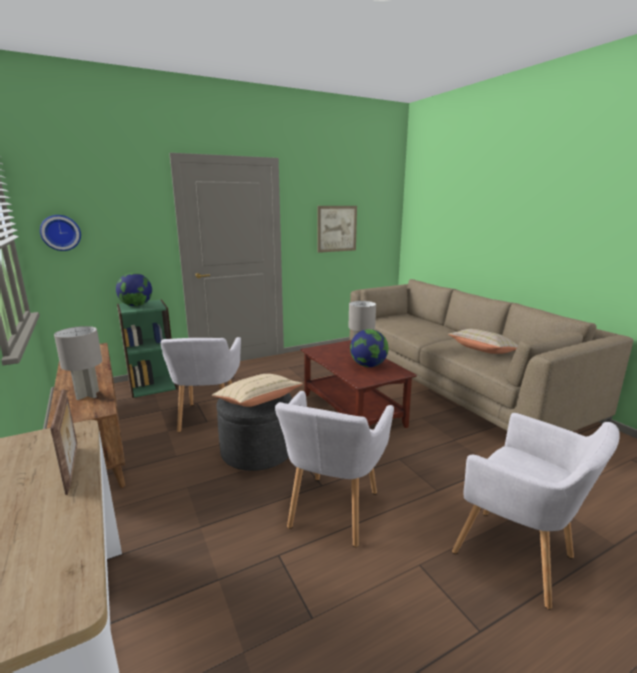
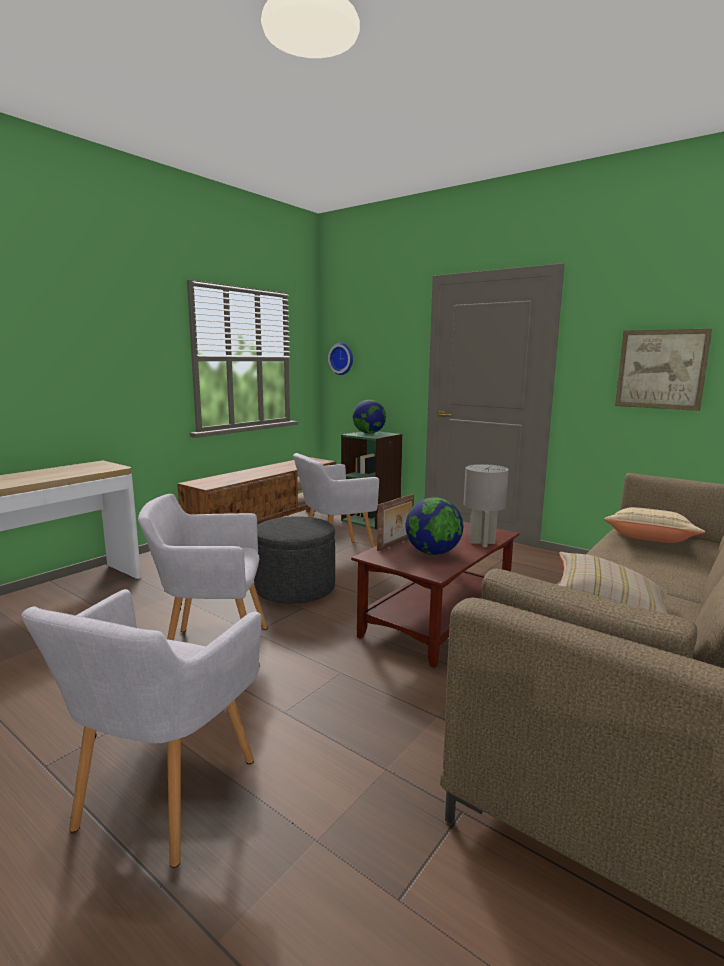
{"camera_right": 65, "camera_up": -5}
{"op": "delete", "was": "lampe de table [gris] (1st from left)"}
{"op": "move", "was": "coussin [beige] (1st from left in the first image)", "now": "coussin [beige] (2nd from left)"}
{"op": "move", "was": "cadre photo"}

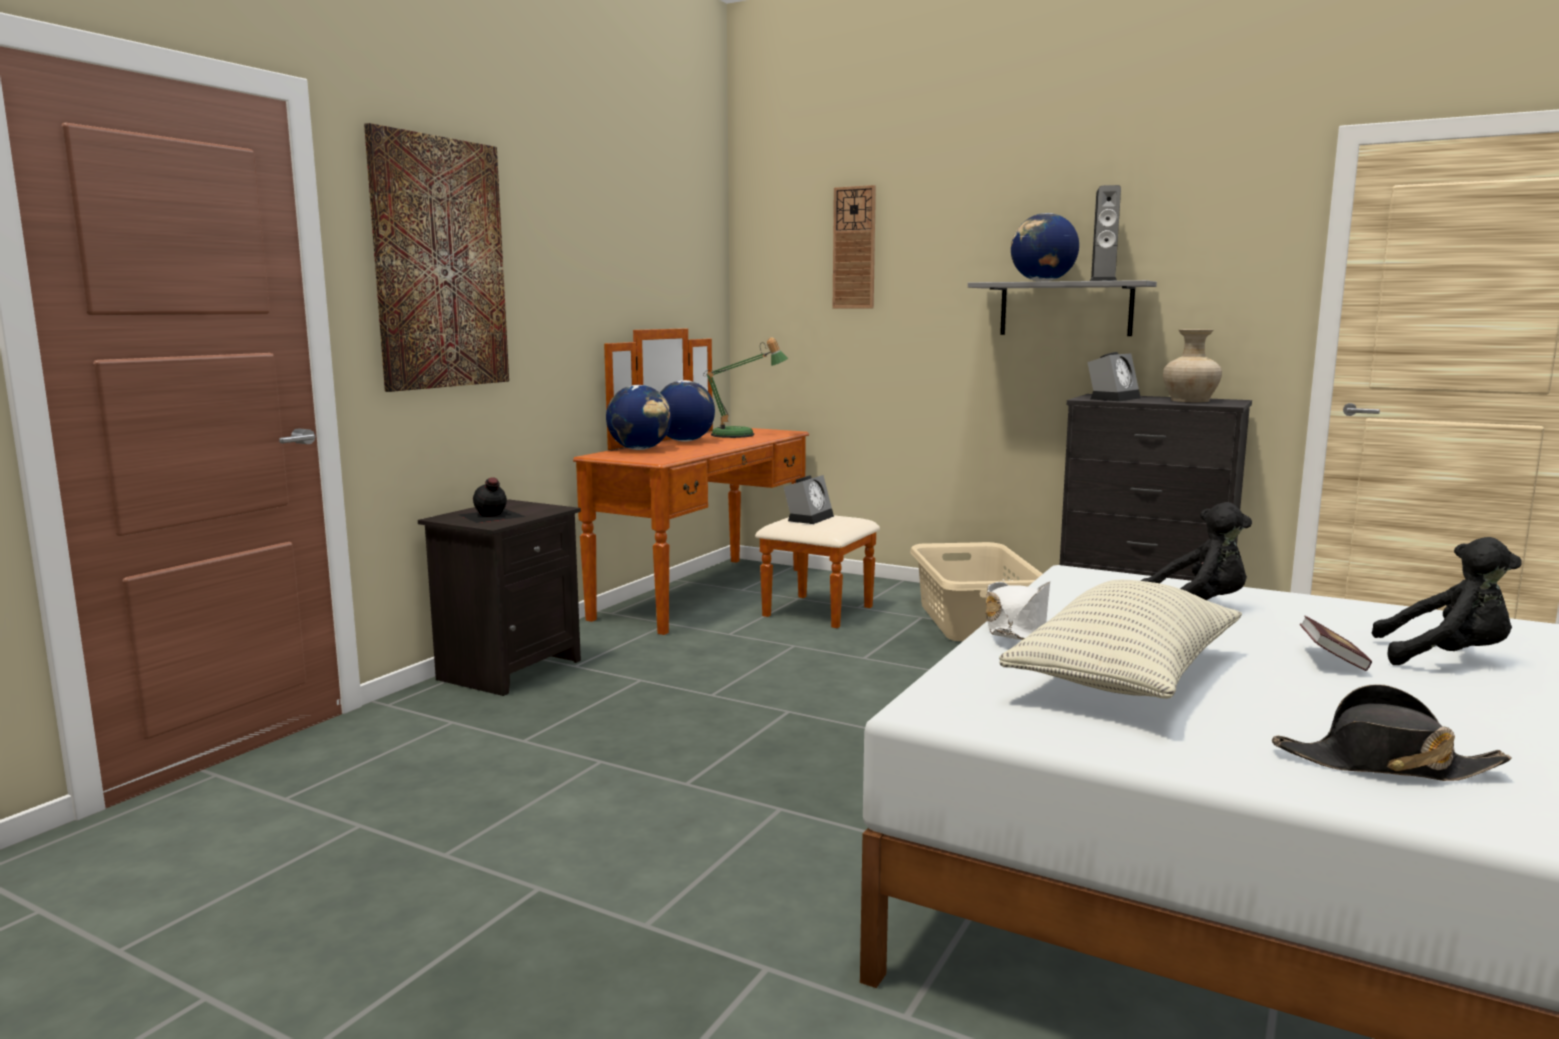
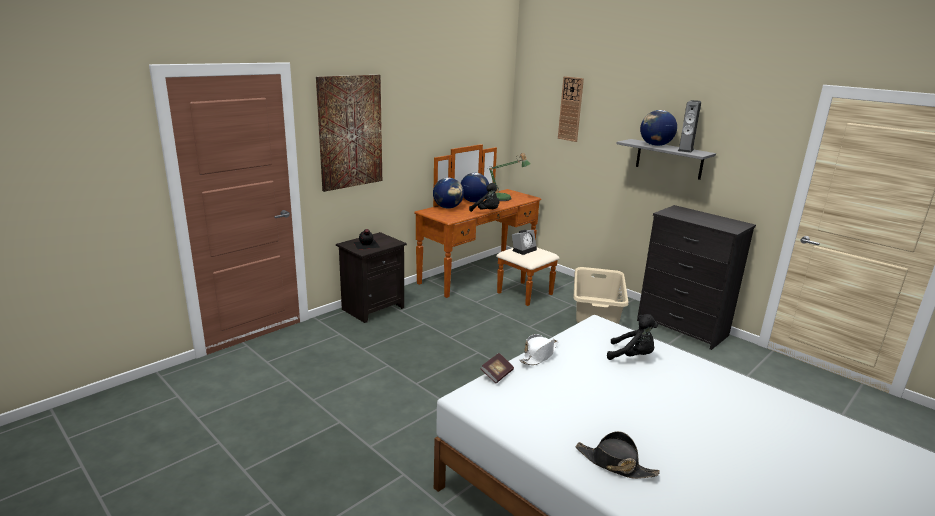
{"camera_right": 15, "camera_up": 10}
{"op": "delete", "was": "vase [beige]"}
{"op": "delete", "was": "réveil (2nd from left)"}
{"op": "move", "was": "peluche [noir] (2nd from left in the first image)", "now": "peluche [noir] (1st from left)"}
{"op": "delete", "was": "coussin"}
{"op": "move", "was": "livre"}

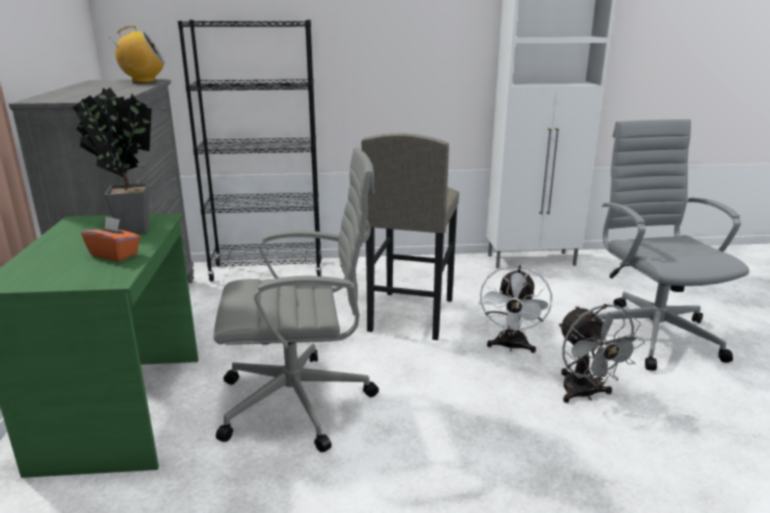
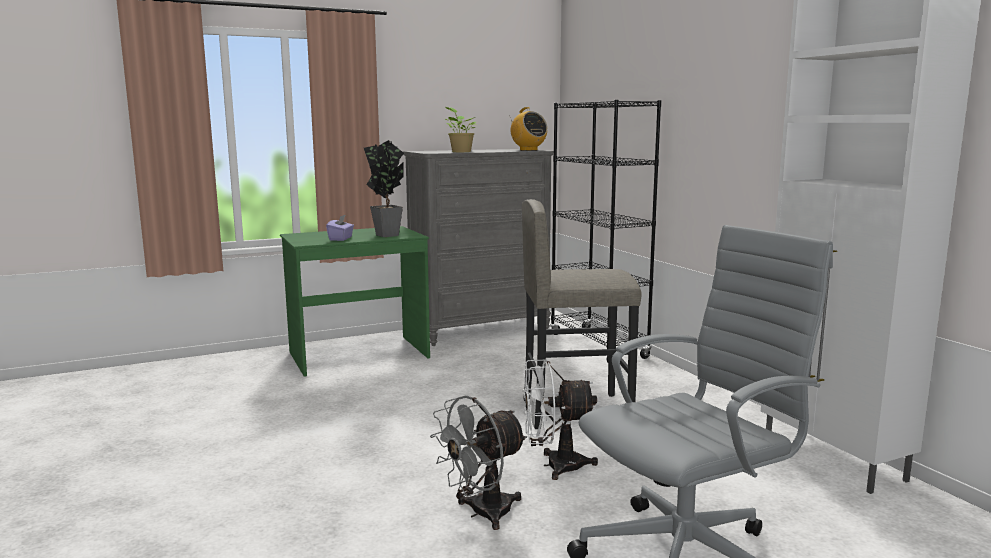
{"camera_right": 70, "camera_up": -10}
{"op": "delete", "was": "chaise de bureau [gris] (1st from left)"}
{"op": "recolor", "was": "boîte à mouchoirs [orange]", "now": "boîte à mouchoirs [violet]"}
{"op": "insert", "now": "plante en pot (2nd from left)"}

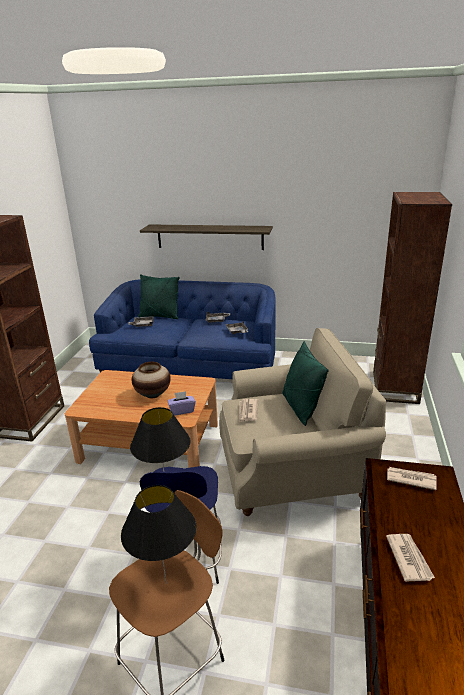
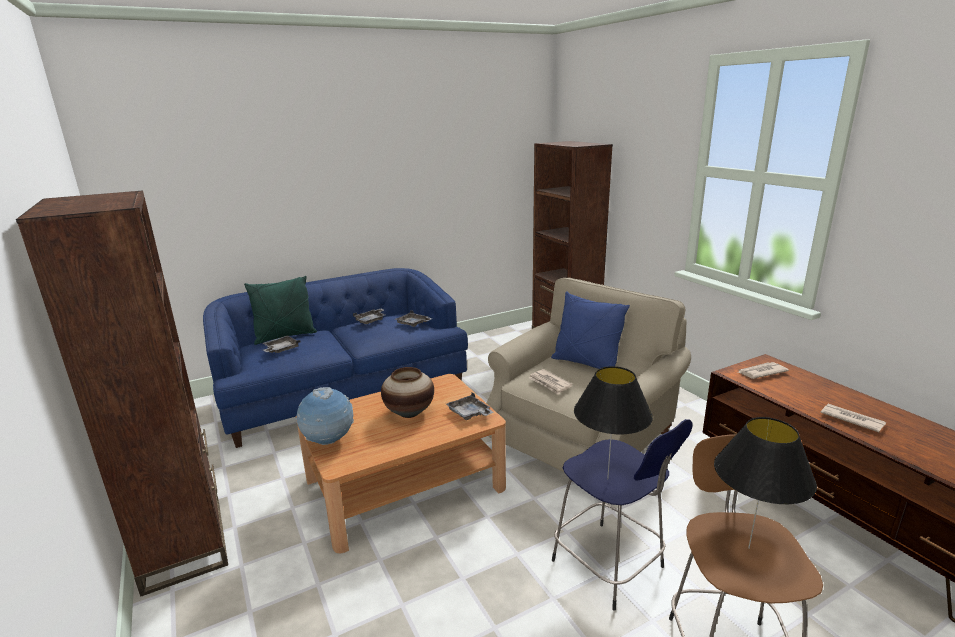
{"camera_right": -40, "camera_up": -5}
{"op": "delete", "was": "étagère"}
{"op": "recolor", "was": "coussin [vert] (2nd from left)", "now": "coussin [bleu]"}
{"op": "replace", "was": "boîte à mouchoirs [violet]", "now": "plateau [gris] (4th from left)"}
{"op": "insert", "now": "globe"}

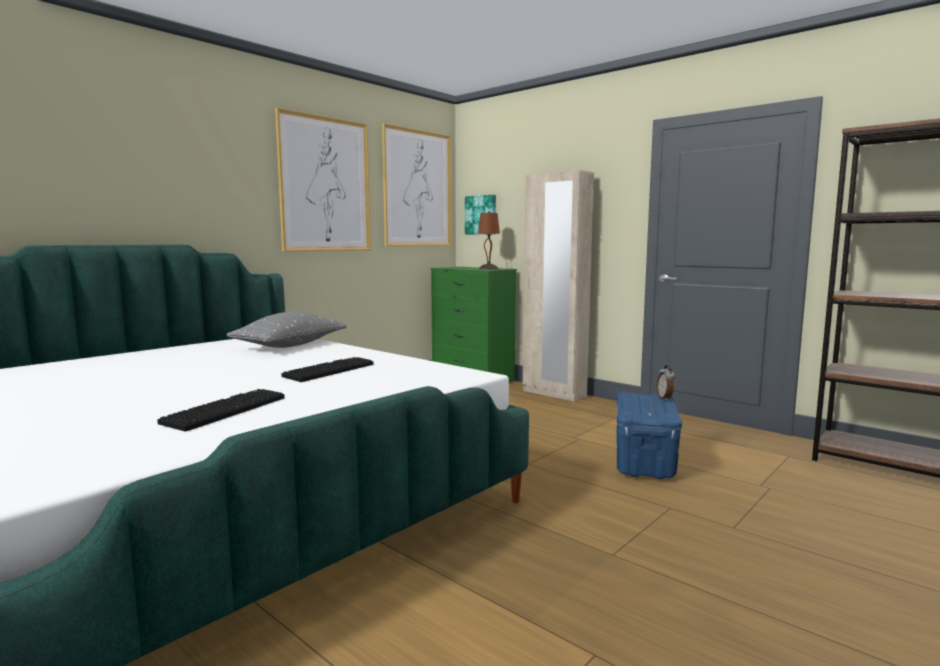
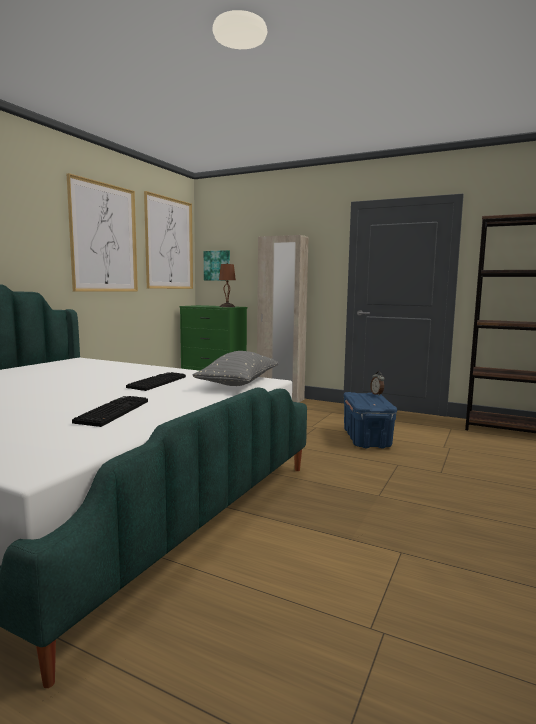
{"camera_right": -15, "camera_up": 0}
{"op": "move", "was": "coussin [gris]"}

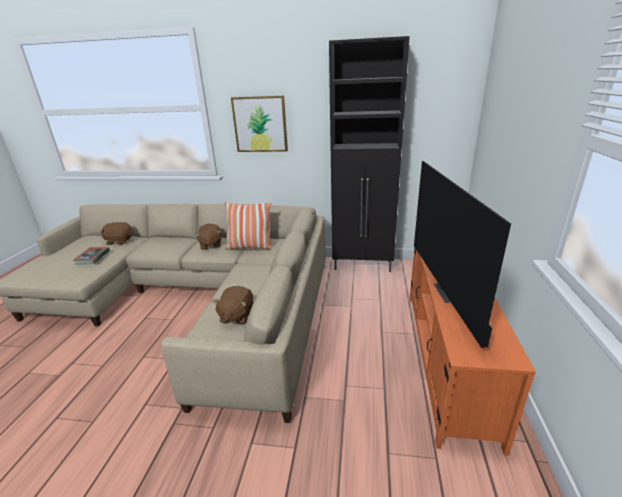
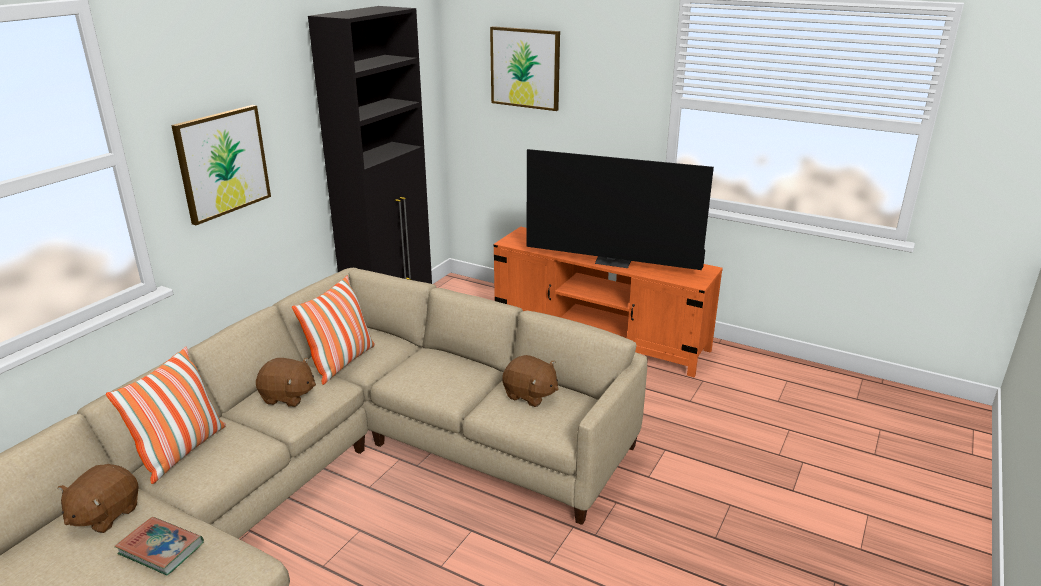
{"camera_right": -70, "camera_up": 0}
{"op": "insert", "now": "tableau (2nd from left)"}
{"op": "insert", "now": "coussin (1st from left)"}

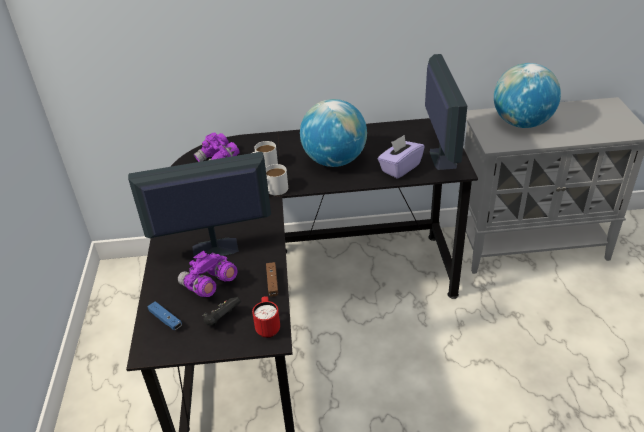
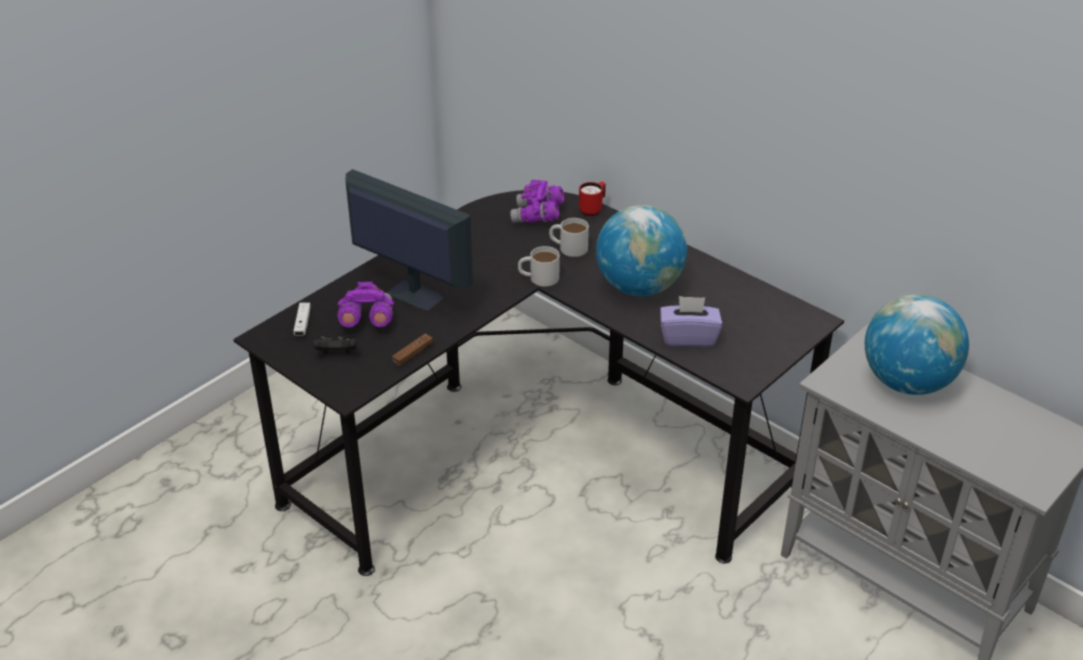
{"camera_right": 45, "camera_up": 0}
{"op": "delete", "was": "écran d'ordinateur (2nd from left)"}
{"op": "move", "was": "mug [rouge]"}
{"op": "recolor", "was": "manette [bleu]", "now": "manette [blanc]"}

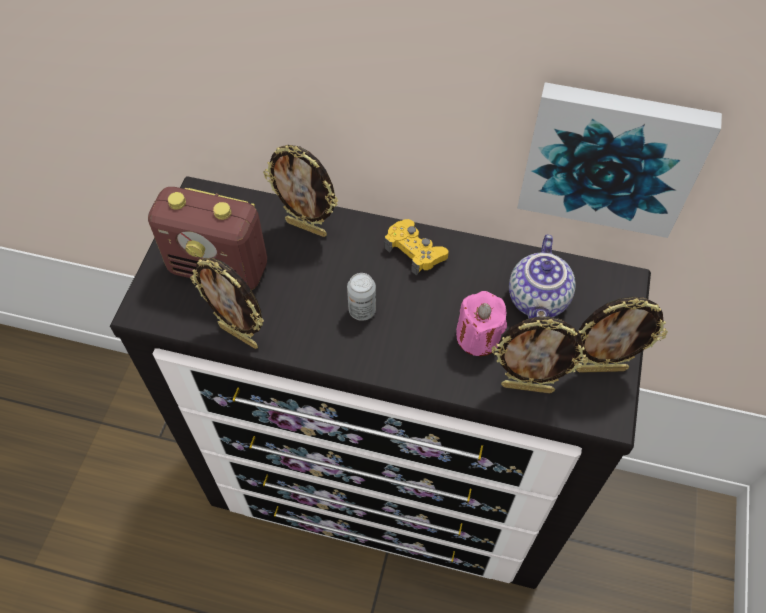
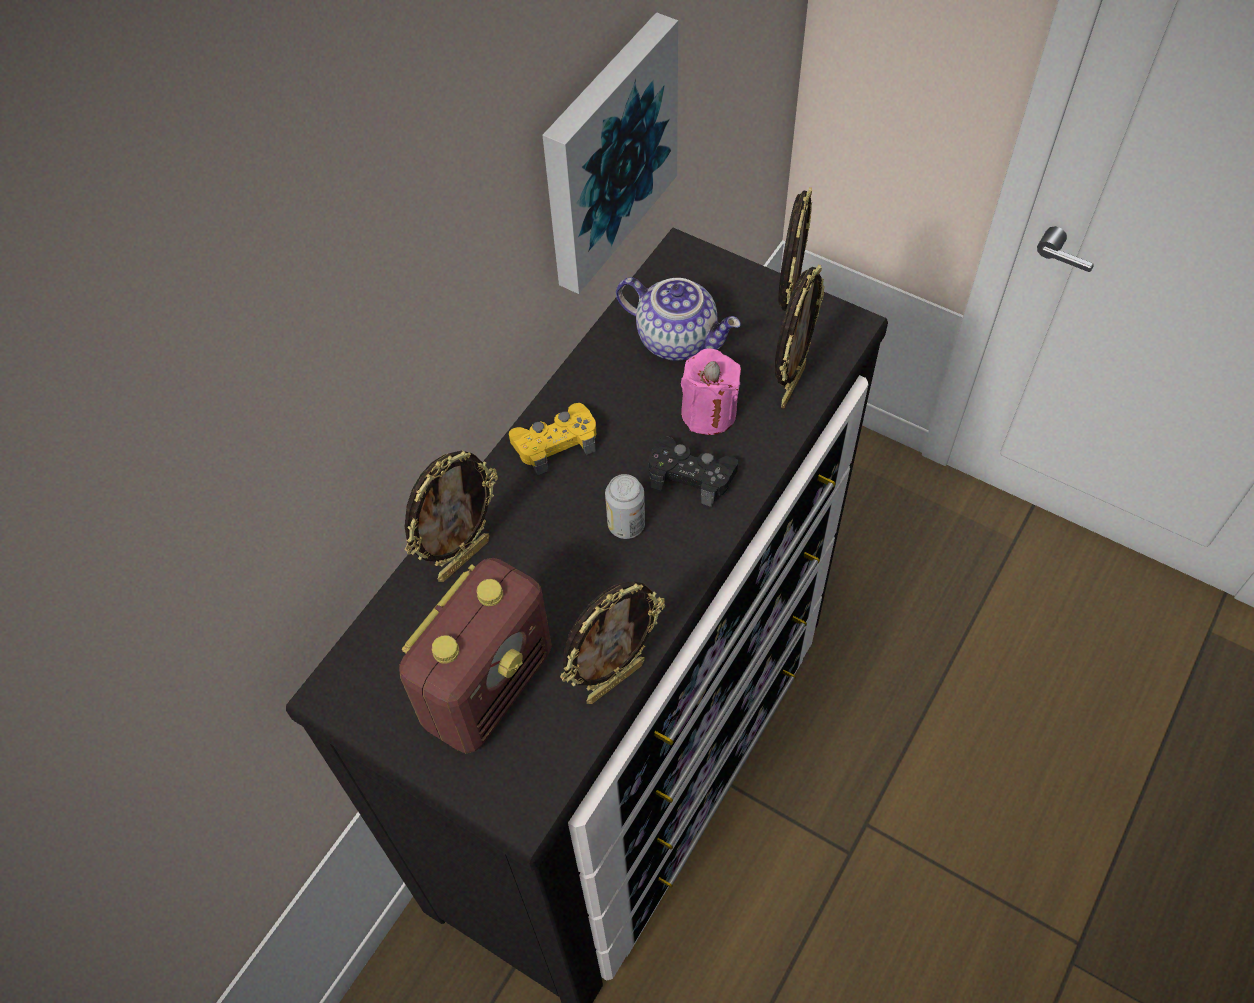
{"camera_right": -70, "camera_up": 0}
{"op": "insert", "now": "manette [noir]"}

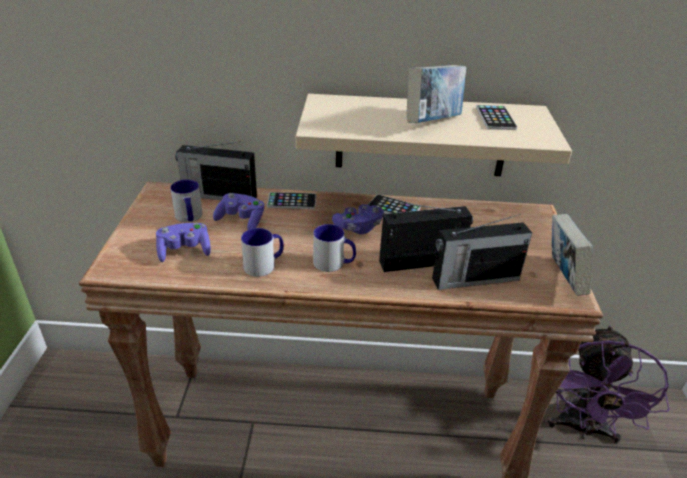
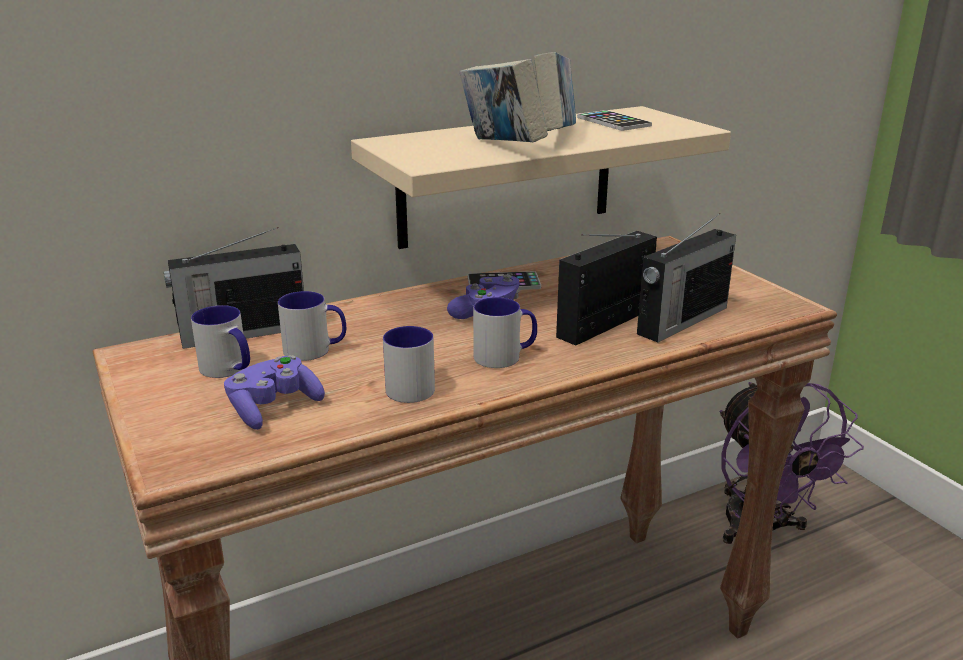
{"camera_right": -30, "camera_up": -10}
{"op": "delete", "was": "téléphone (1st from left)"}
{"op": "replace", "was": "manette [violet] (2nd from left)", "now": "mug (2nd from left)"}
{"op": "move", "was": "livre (2nd from left in the first image)", "now": "livre (1st from left)"}

